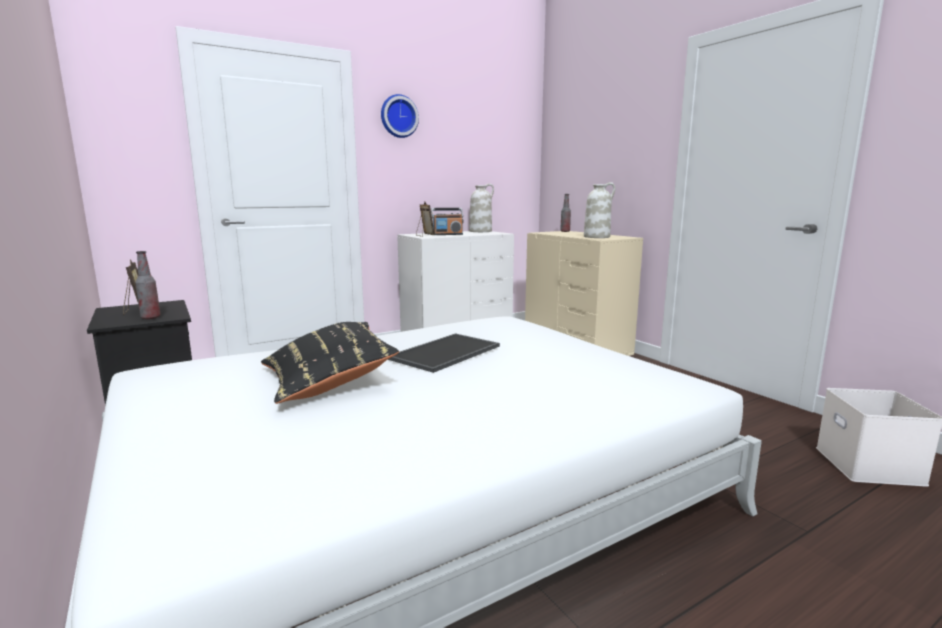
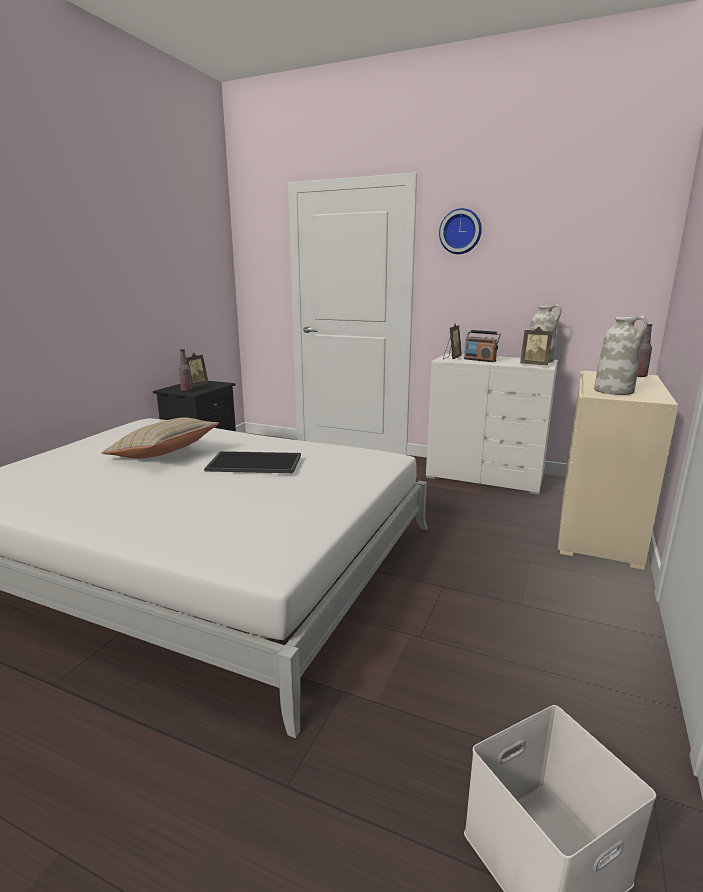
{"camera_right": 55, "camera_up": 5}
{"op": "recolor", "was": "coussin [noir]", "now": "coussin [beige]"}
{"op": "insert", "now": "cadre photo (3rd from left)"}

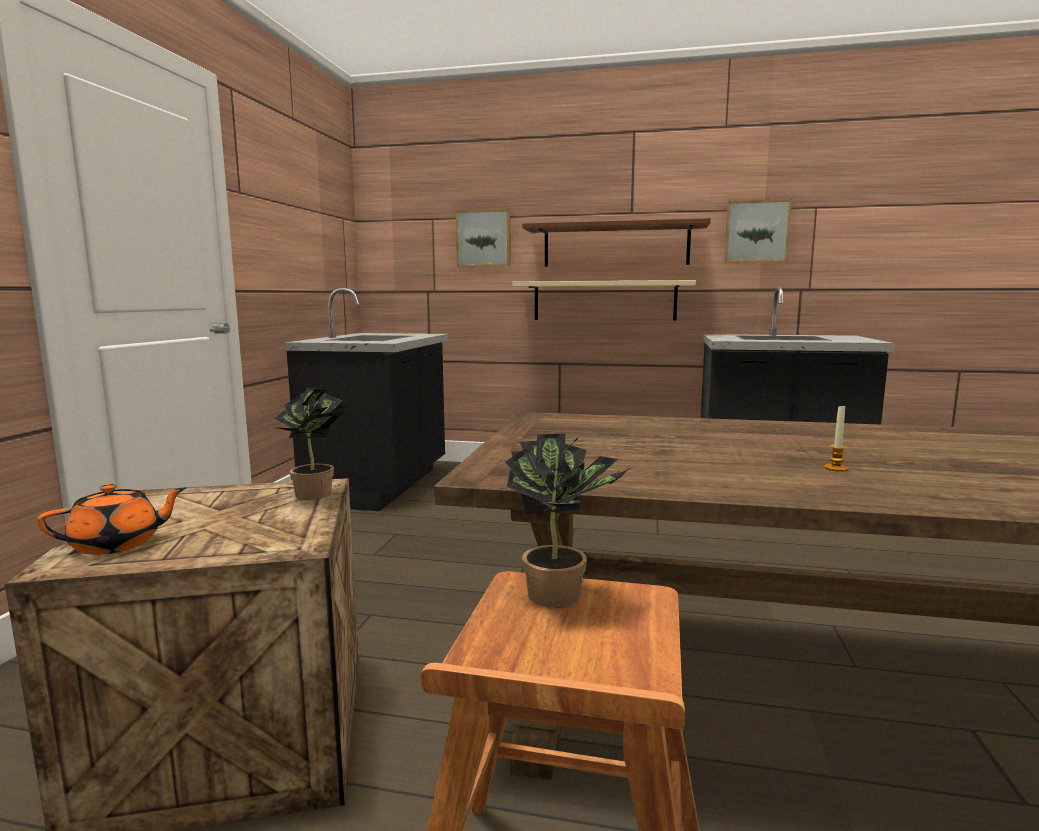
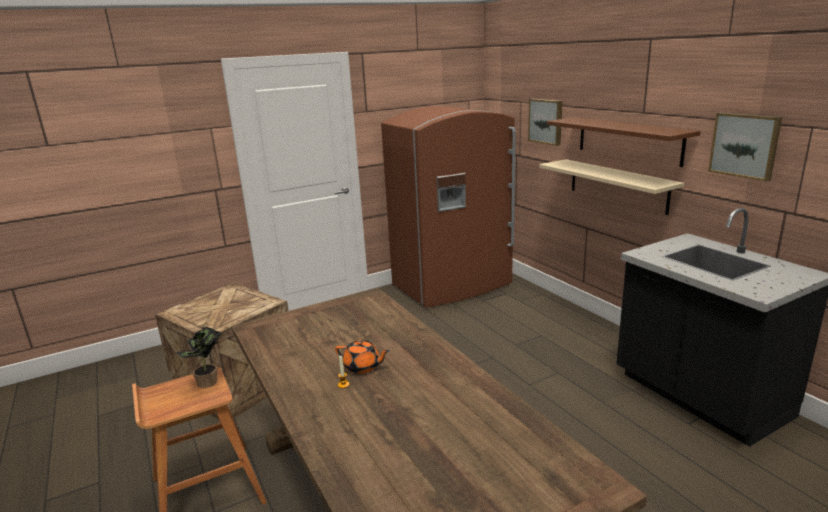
{"camera_right": 50, "camera_up": 10}
{"op": "replace", "was": "comptoir de cuisine [noir] (1st from left)", "now": "réfrigérateur [marron]"}
{"op": "delete", "was": "plante en pot (1st from left)"}
{"op": "move", "was": "théière [orange]"}

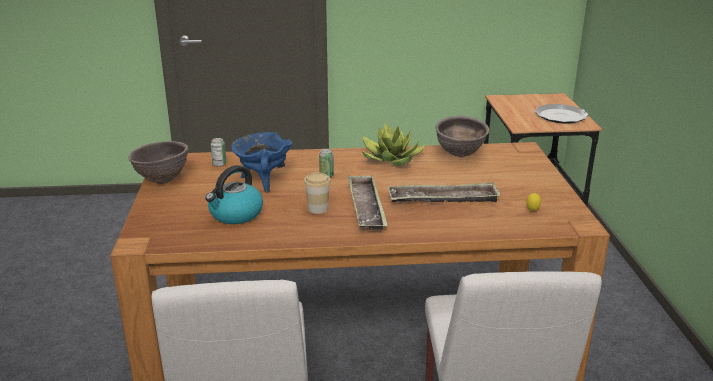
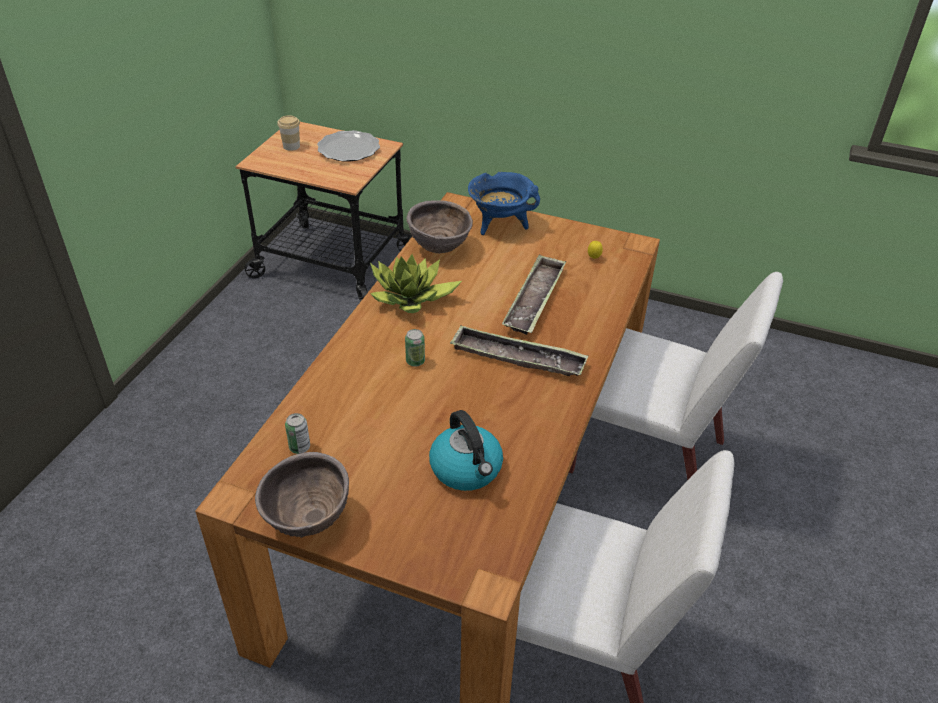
{"camera_right": -65, "camera_up": 15}
{"op": "move", "was": "marmite [bleu]"}
{"op": "move", "was": "tasse"}

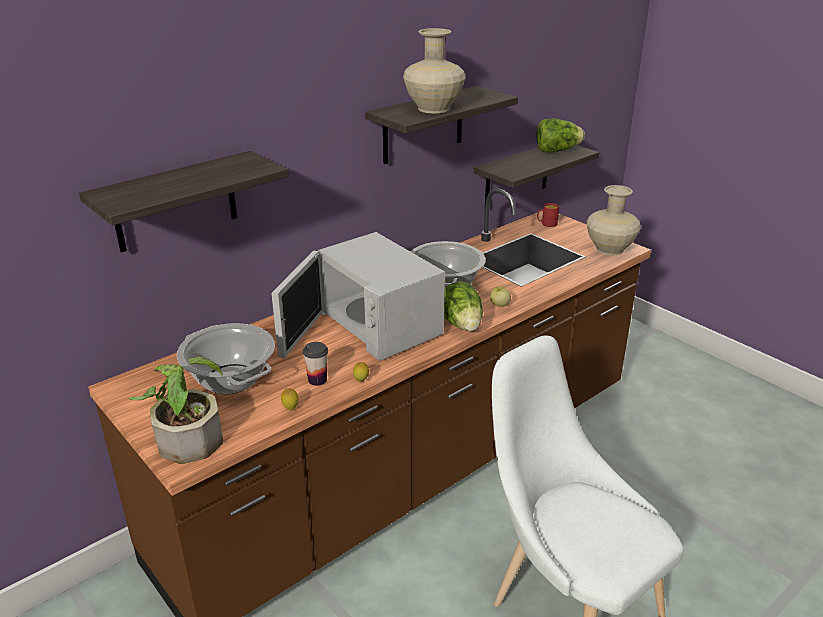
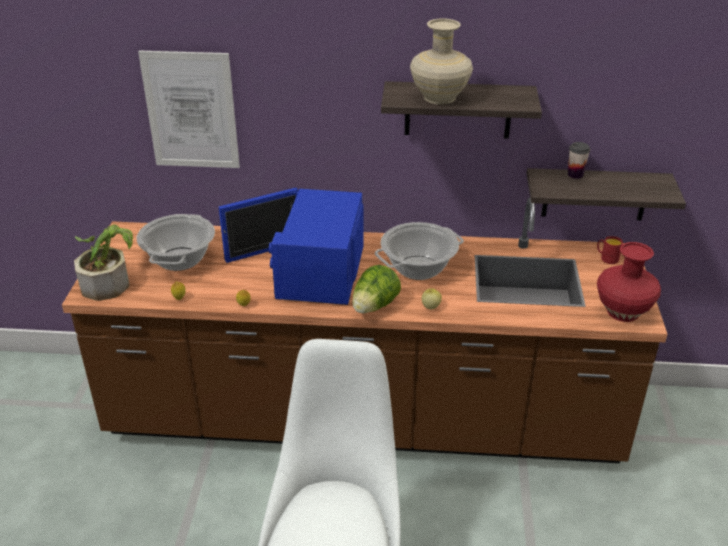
{"camera_right": 45, "camera_up": 5}
{"op": "delete", "was": "laitue (2nd from left)"}
{"op": "replace", "was": "étagère (1st from left)", "now": "tableau"}
{"op": "recolor", "was": "vase [beige] (2nd from left)", "now": "vase [rouge]"}
{"op": "recolor", "was": "micro-ondes [blanc]", "now": "micro-ondes [bleu]"}
{"op": "move", "was": "tasse"}

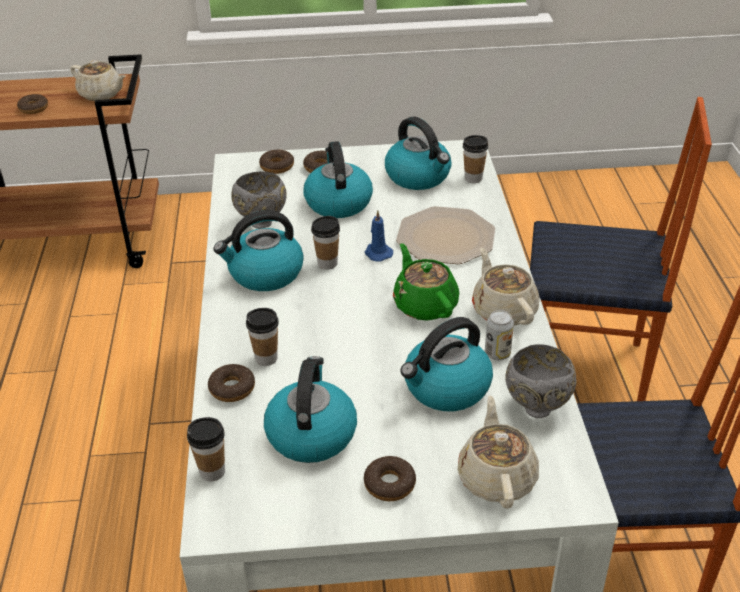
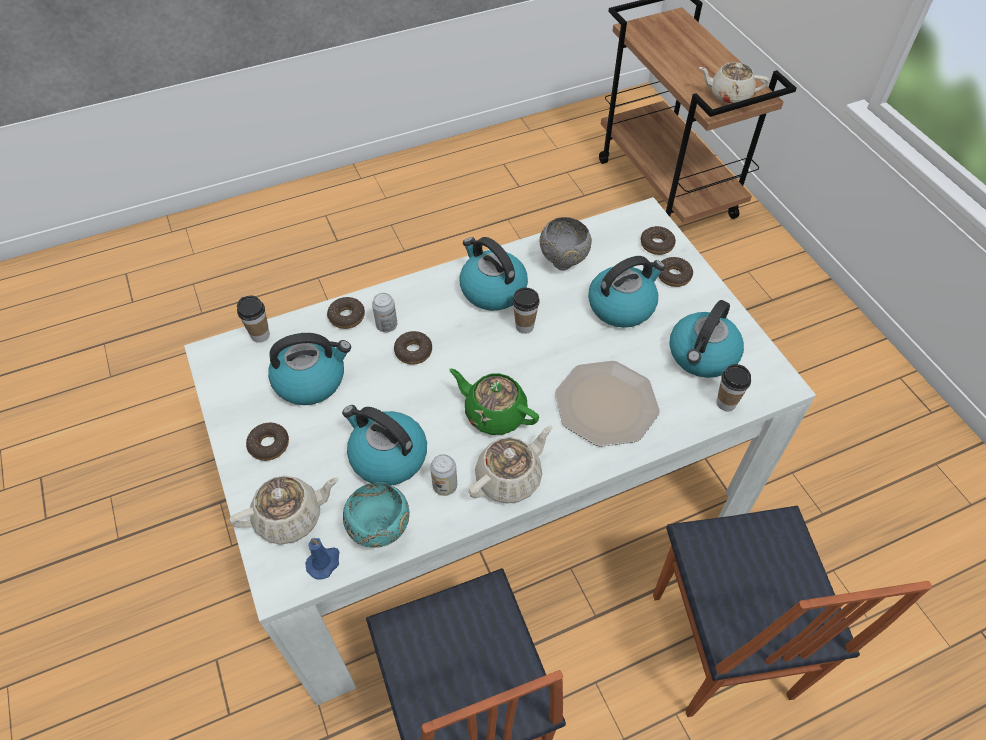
{"camera_right": 70, "camera_up": 15}
{"op": "rotate", "was": "théière [beige] (1st from left in the first image)", "clockwise": 90}
{"op": "move", "was": "beignet (1st from left in the first image)", "now": "beignet (3rd from left)"}
{"op": "move", "was": "bougie [bleu]"}
{"op": "rotate", "was": "théière [vert]", "clockwise": -105}
{"op": "replace", "was": "tasse (2nd from left)", "now": "boîte métallique (1st from left)"}
{"op": "recolor", "was": "bol [gris] (2nd from left)", "now": "bol [turquoise]"}

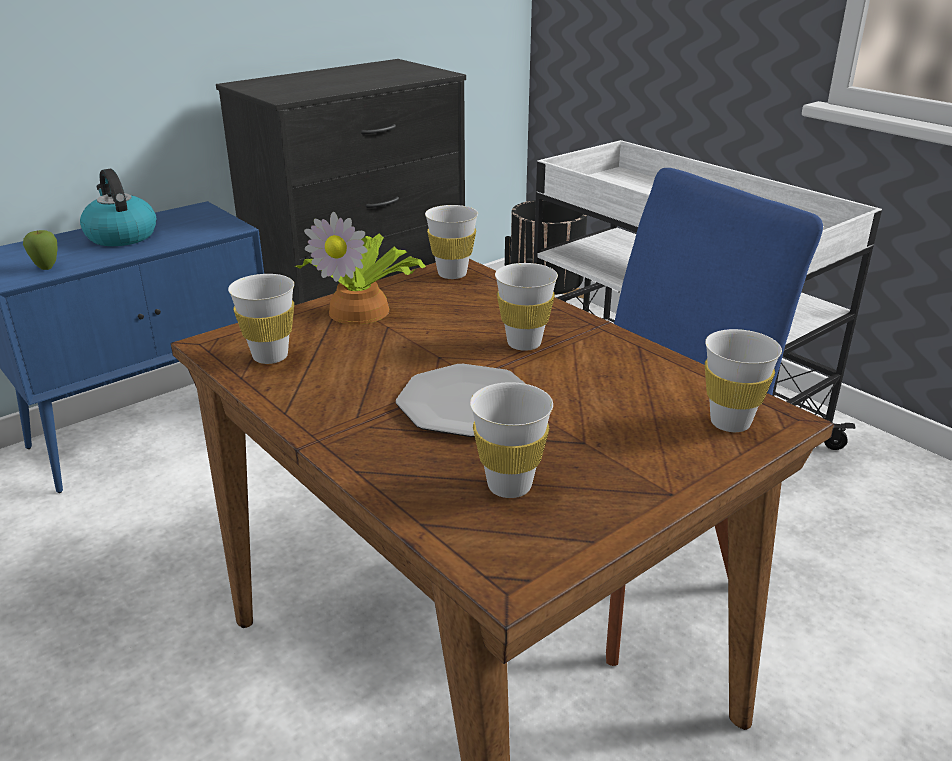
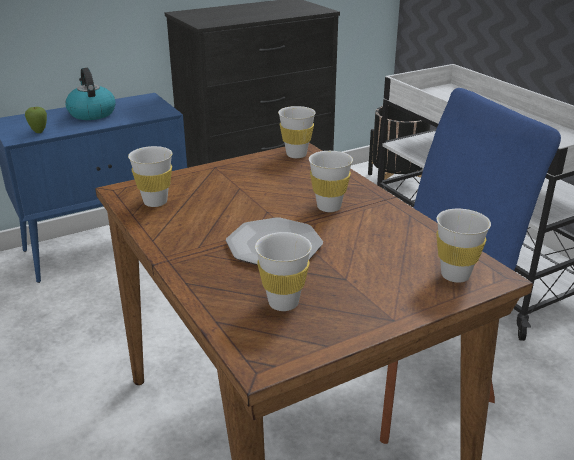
{"camera_right": 10, "camera_up": 0}
{"op": "delete", "was": "plante en pot"}

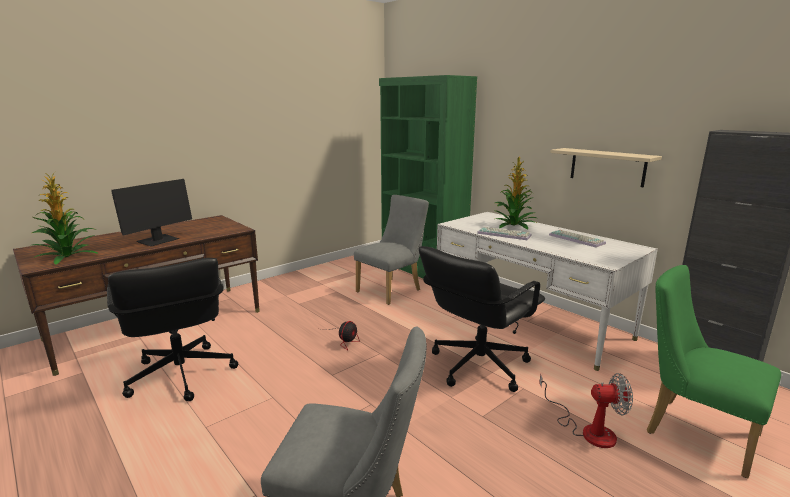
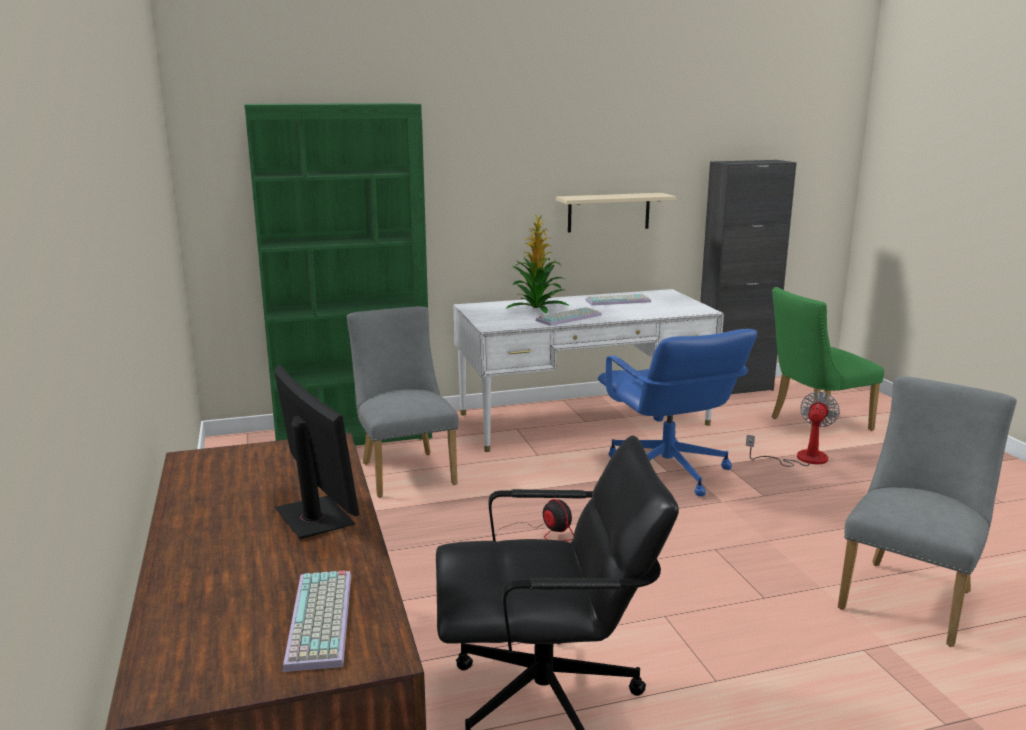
{"camera_right": -65, "camera_up": 0}
{"op": "replace", "was": "plante en pot (1st from left)", "now": "clavier (1st from left)"}
{"op": "recolor", "was": "chaise de bureau [noir] (2nd from left)", "now": "chaise de bureau [bleu]"}

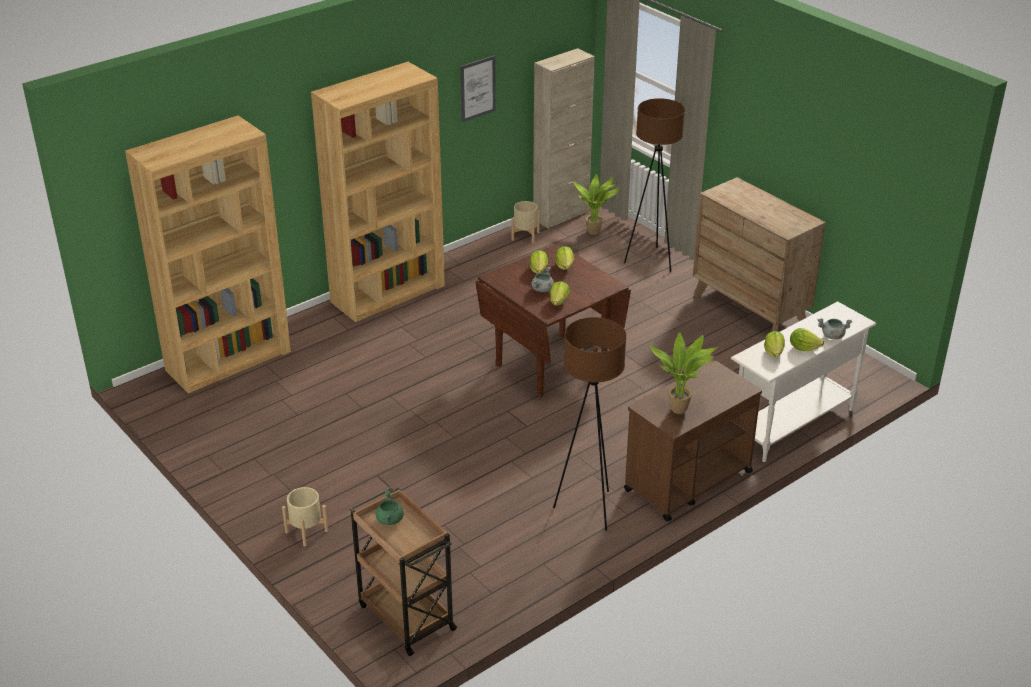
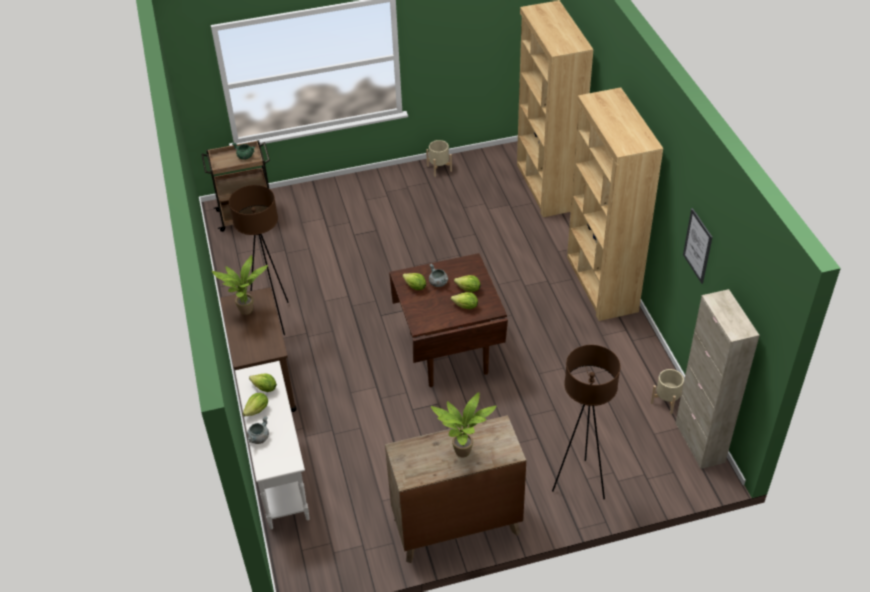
{"camera_right": 115, "camera_up": 10}
{"op": "move", "was": "plante en pot (1st from left in the first image)", "now": "plante en pot (2nd from left)"}
{"op": "move", "was": "cache-pot [beige] (1st from left)"}

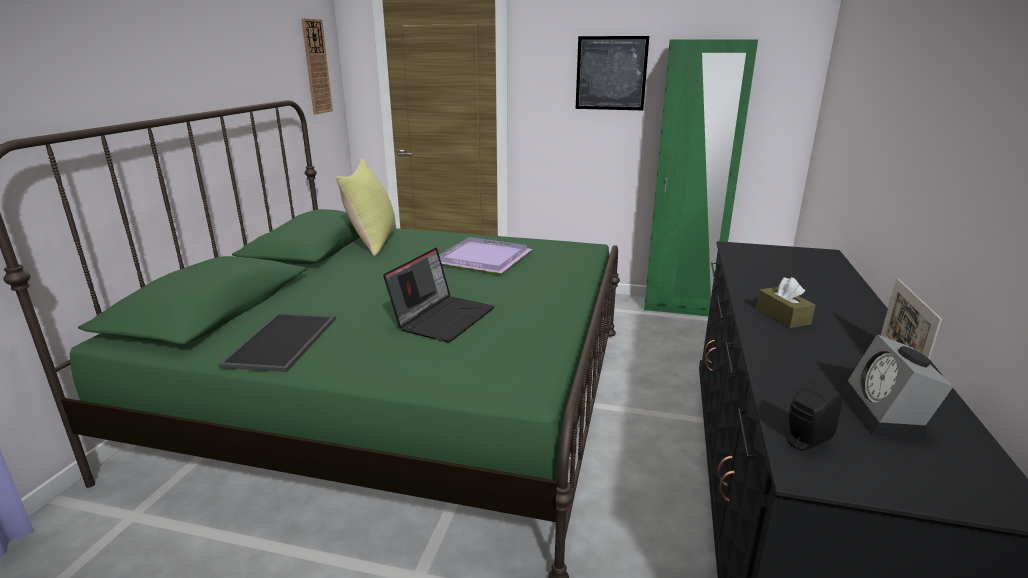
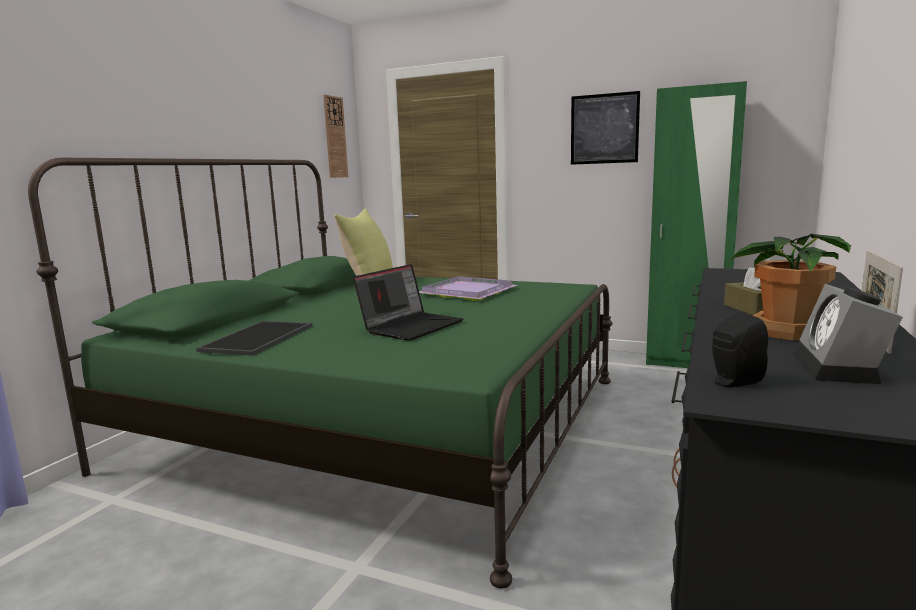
{"camera_right": 10, "camera_up": -10}
{"op": "insert", "now": "plante en pot"}

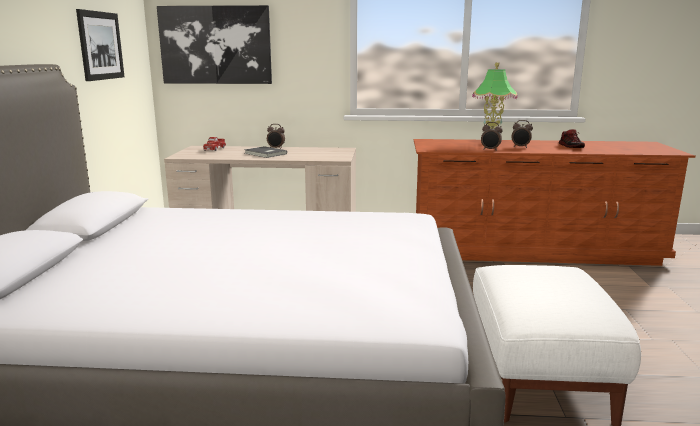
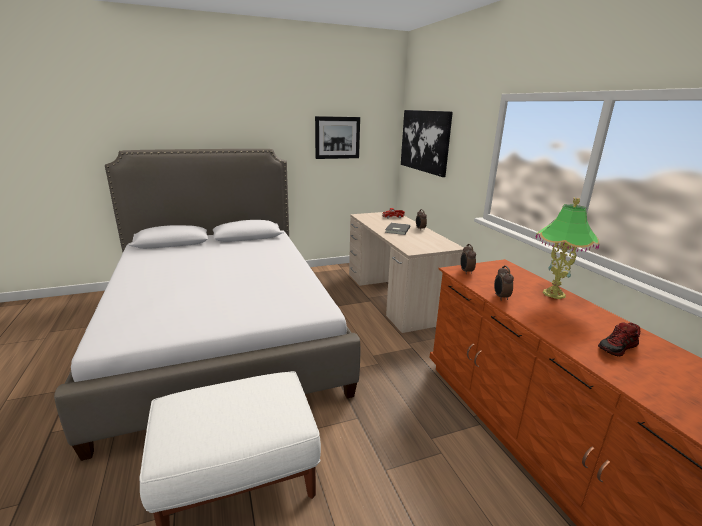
{"camera_right": 65, "camera_up": 5}
{"op": "move", "was": "réveil (3rd from left in the first image)", "now": "réveil (2nd from left)"}

